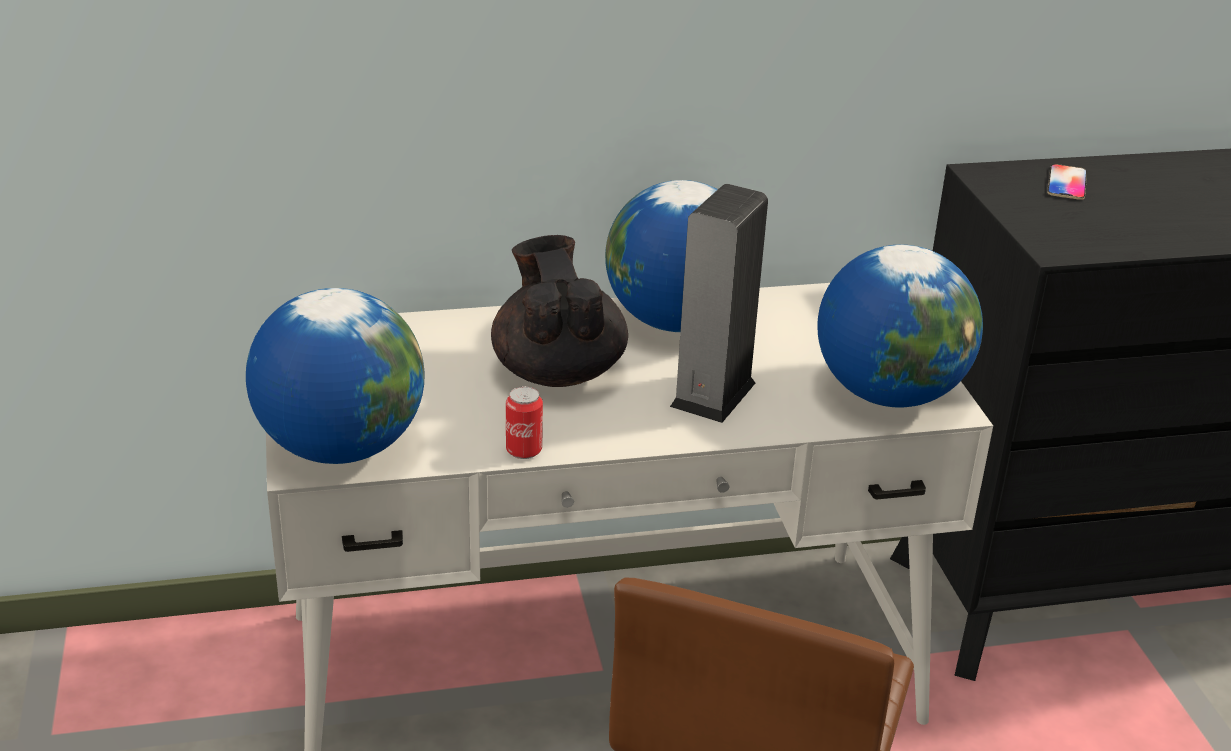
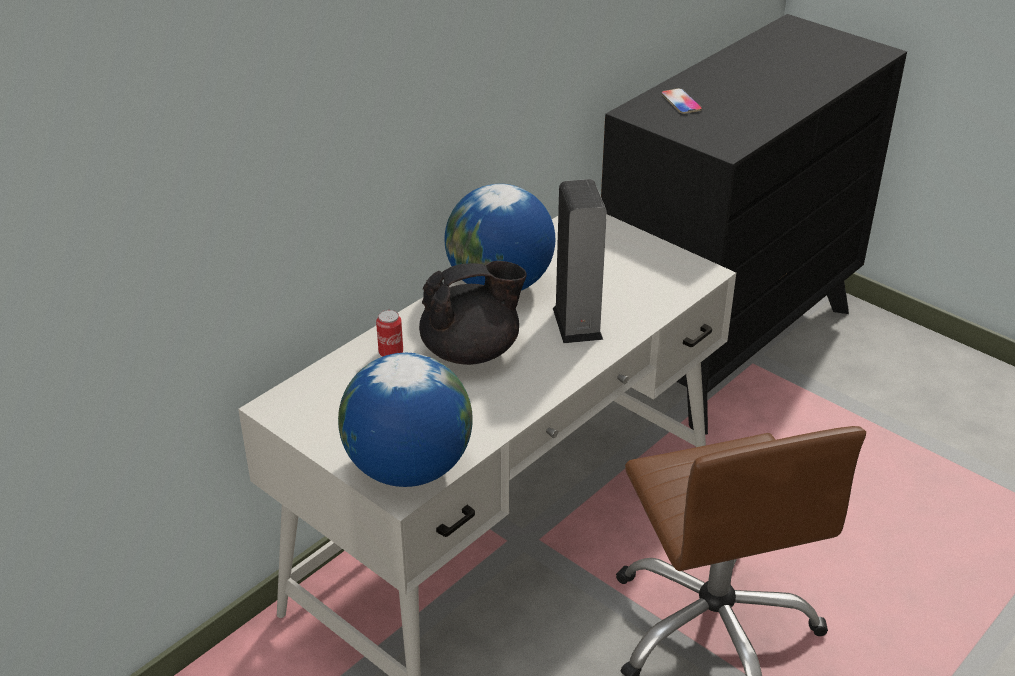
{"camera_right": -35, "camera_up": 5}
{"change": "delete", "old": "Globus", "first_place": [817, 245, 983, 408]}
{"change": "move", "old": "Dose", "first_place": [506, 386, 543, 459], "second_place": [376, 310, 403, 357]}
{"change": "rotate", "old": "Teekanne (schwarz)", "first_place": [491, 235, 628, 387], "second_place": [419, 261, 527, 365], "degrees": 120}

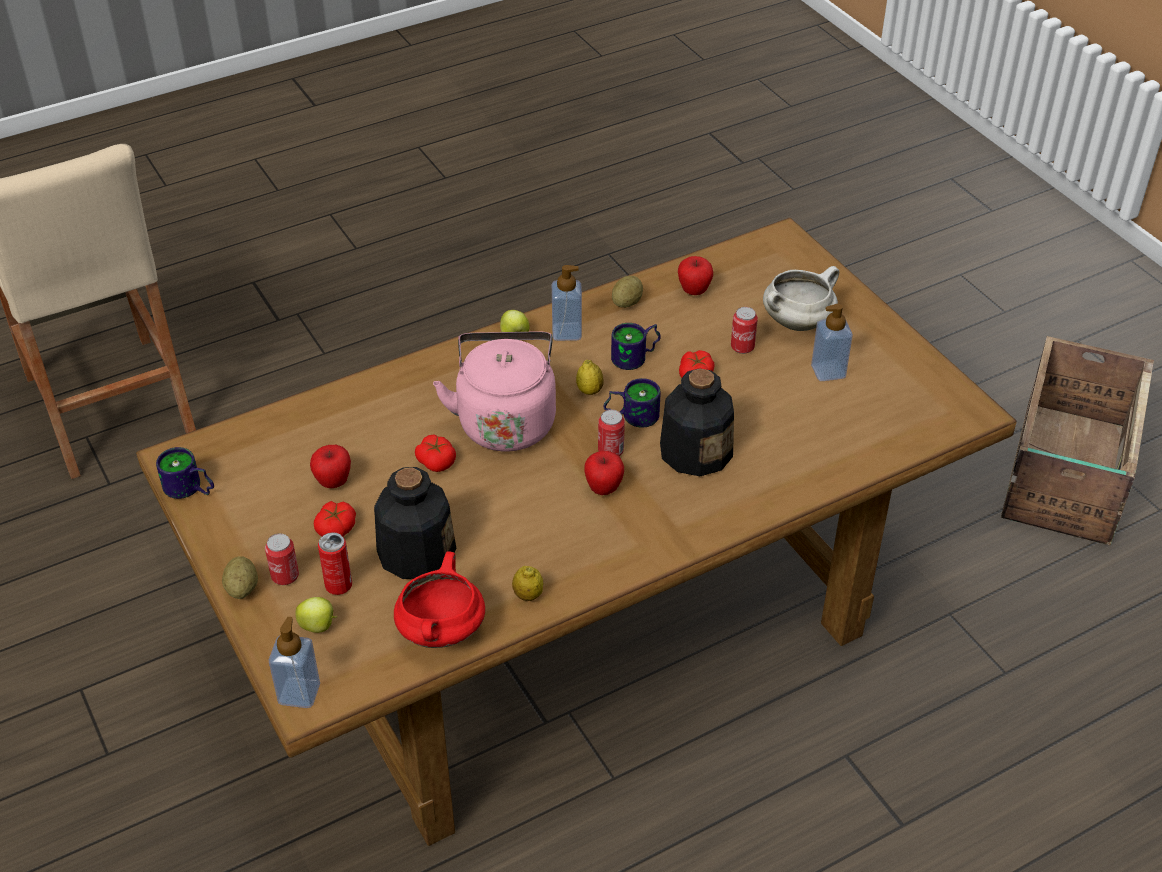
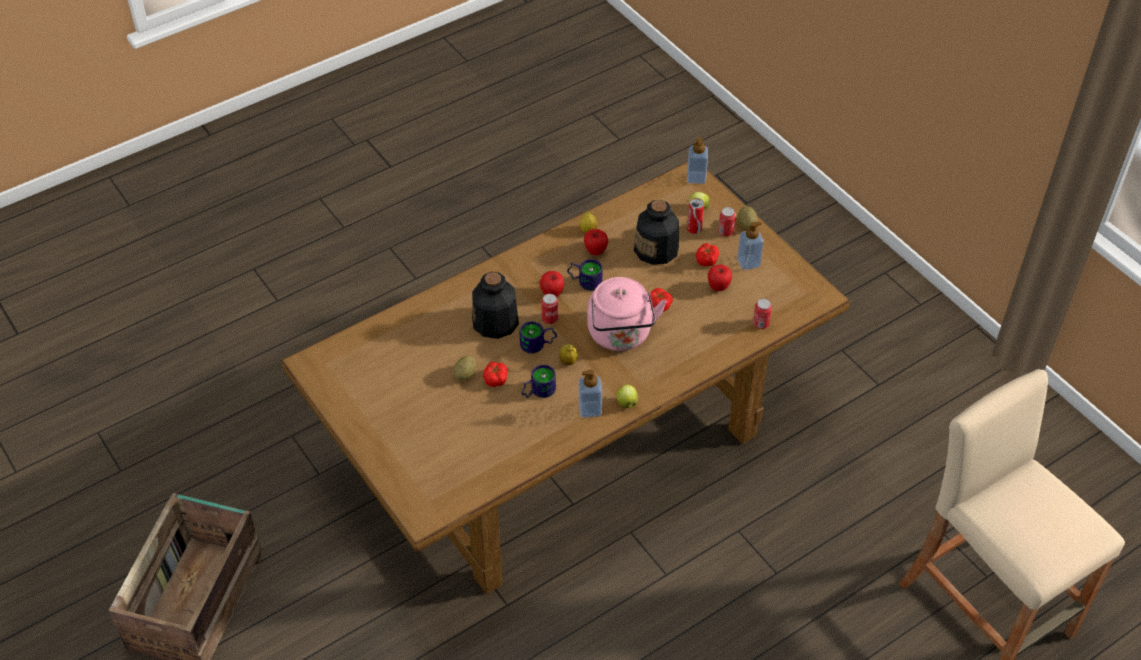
{"camera_right": 175, "camera_up": 5}
{"change": "delete", "old": "Kochtopf (rot)", "first_place": [394, 551, 485, 648]}
{"change": "delete", "old": "Kochtopf (weiß)", "first_place": [763, 266, 839, 331]}
{"change": "move", "old": "Henkelbecher", "first_place": [156, 447, 214, 499], "second_place": [567, 259, 603, 291]}
{"change": "move", "old": "Kartoffel", "first_place": [612, 276, 643, 308], "second_place": [454, 356, 476, 380]}
{"change": "move", "old": "Apfel", "first_place": [678, 256, 713, 295], "second_place": [584, 229, 608, 255]}
{"change": "move", "old": "Dose", "first_place": [731, 307, 758, 354], "second_place": [753, 299, 772, 329]}
{"change": "move", "old": "Seifenspender", "first_place": [811, 304, 853, 381], "second_place": [737, 222, 764, 270]}

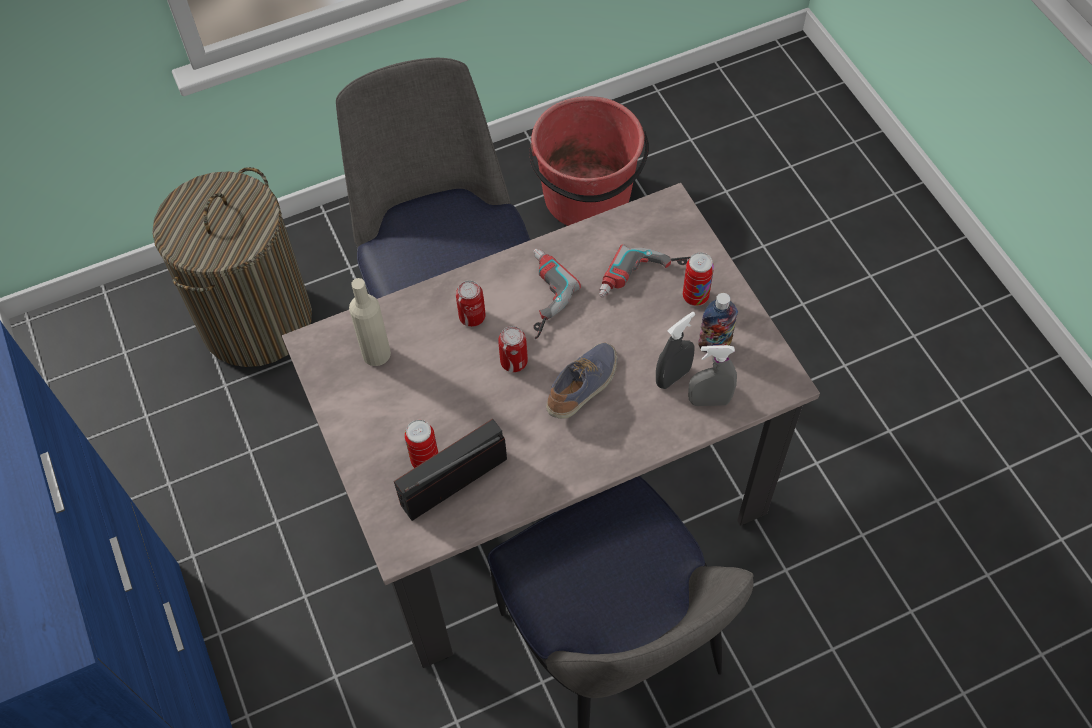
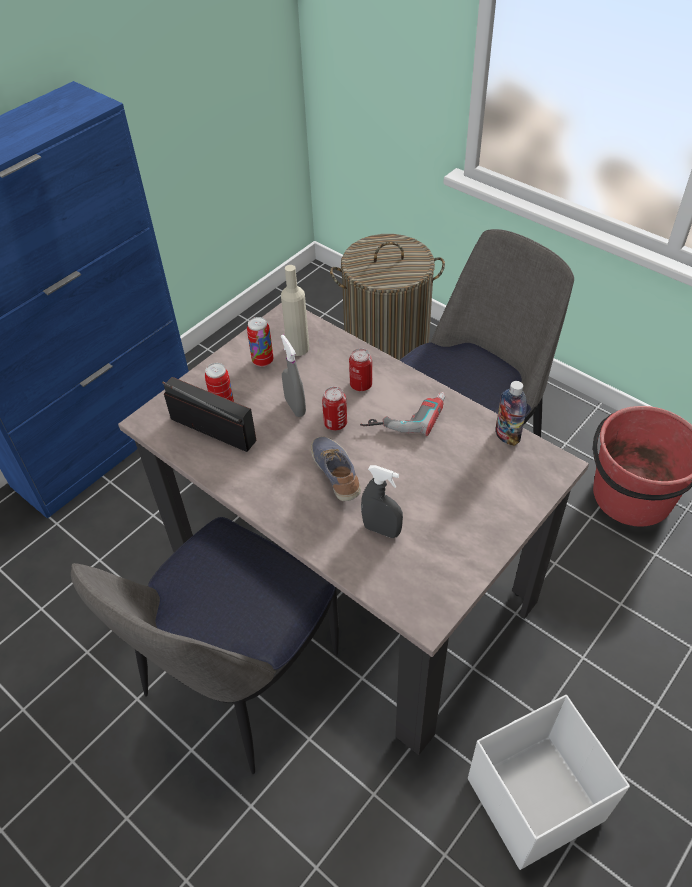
{"camera_right": 65, "camera_up": -10}
{"change": "delete", "old": "Bohrmaschine", "first_place": [599, 244, 690, 297]}
{"change": "insert", "new": "Aufbewahrungsbox (weiß)", "second_place": [468, 695, 630, 870]}
{"change": "move", "old": "Dose", "first_place": [683, 252, 714, 306], "second_place": [247, 317, 273, 367]}
{"change": "move", "old": "Sprühflasche (grau)", "first_place": [688, 345, 737, 406], "second_place": [281, 335, 306, 417]}
{"change": "move", "old": "Flasche", "first_place": [698, 293, 738, 352], "second_place": [495, 381, 527, 446]}
{"change": "rotate", "old": "Schuh", "first_place": [546, 343, 617, 419], "second_place": [311, 437, 361, 501], "degrees": -120}

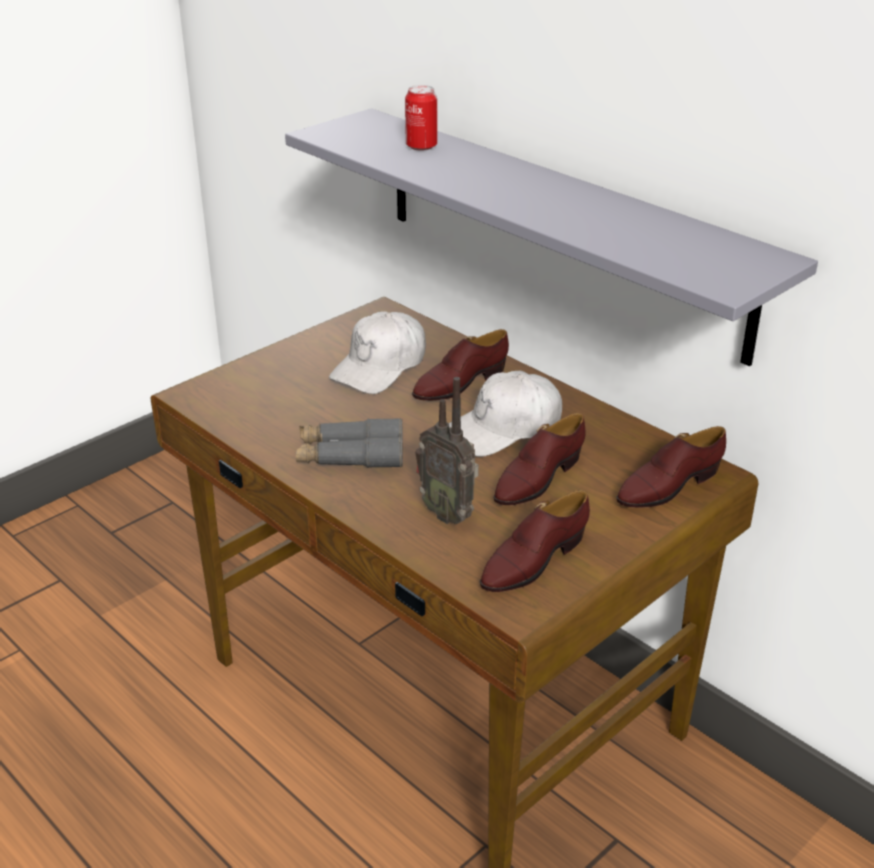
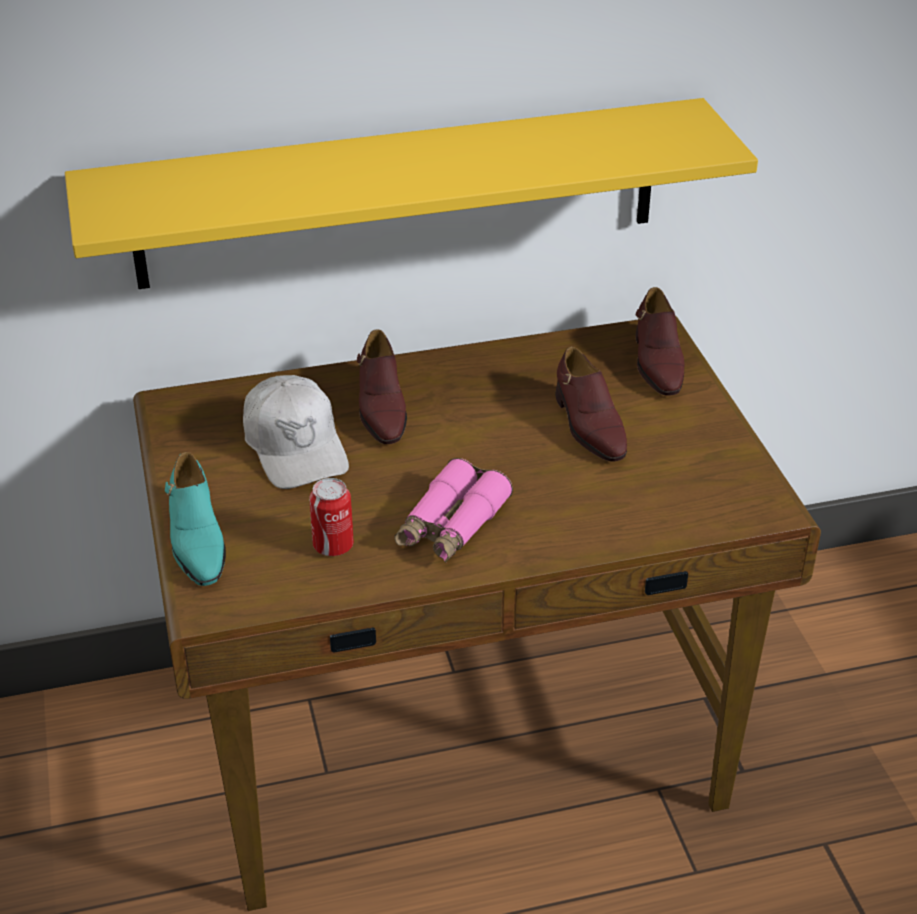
{"camera_right": -60, "camera_up": 5}
{"change": "delete", "old": "Radio", "first_place": [415, 377, 479, 524]}
{"change": "delete", "old": "Kappe (weiß)", "first_place": [449, 371, 562, 457]}
{"change": "delete", "old": "Schuh (braun)", "first_place": [480, 490, 590, 592]}
{"change": "insert", "new": "Schuh (türkis)", "second_place": [165, 452, 226, 586]}
{"change": "move", "old": "Dose", "first_place": [405, 85, 437, 151], "second_place": [309, 478, 354, 556]}
{"change": "recolor", "old": "Wandregal (grau)", "new": "Wandregal (gelb)", "first_place": [285, 108, 818, 366], "second_place": [65, 98, 758, 289]}
{"change": "recolor", "old": "Fernglas (grau)", "new": "Fernglas (rosa)", "first_place": [296, 418, 403, 468], "second_place": [394, 458, 513, 562]}

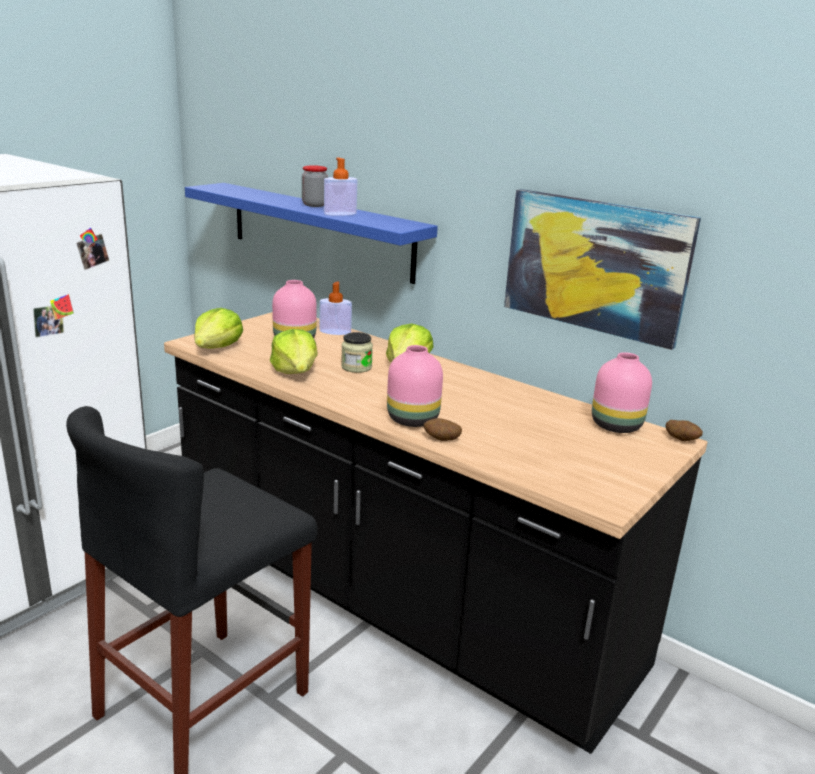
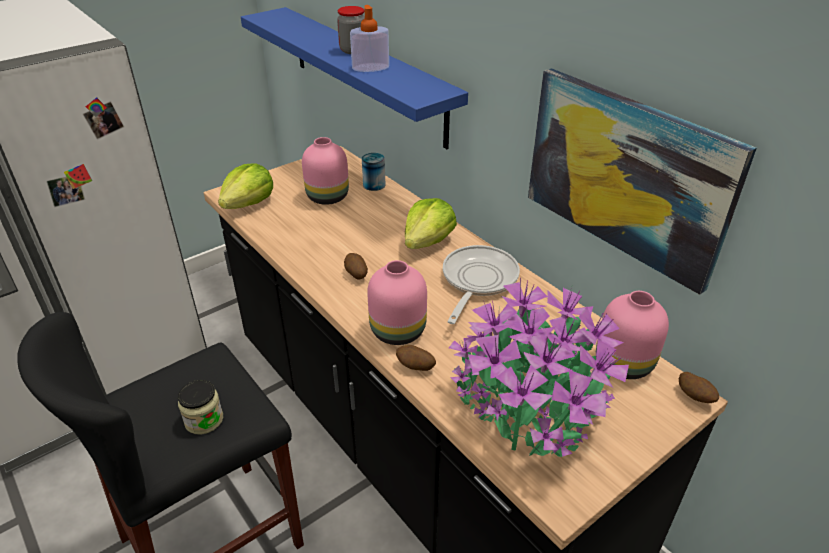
{"camera_right": 15, "camera_up": 15}
{"change": "delete", "old": "Salatkopf", "first_place": [270, 329, 318, 374]}
{"change": "insert", "new": "Kartoffel", "second_place": [344, 253, 368, 279]}
{"change": "insert", "new": "Pfanne", "second_place": [443, 245, 520, 324]}
{"change": "insert", "new": "Topfpflanze", "second_place": [449, 278, 629, 457]}
{"change": "move", "old": "Vorratsglas", "first_place": [341, 332, 373, 373], "second_place": [178, 380, 223, 434]}
{"change": "replace", "old": "Seifenspender", "new": "Dose", "first_place": [320, 281, 352, 335], "second_place": [362, 153, 385, 191]}

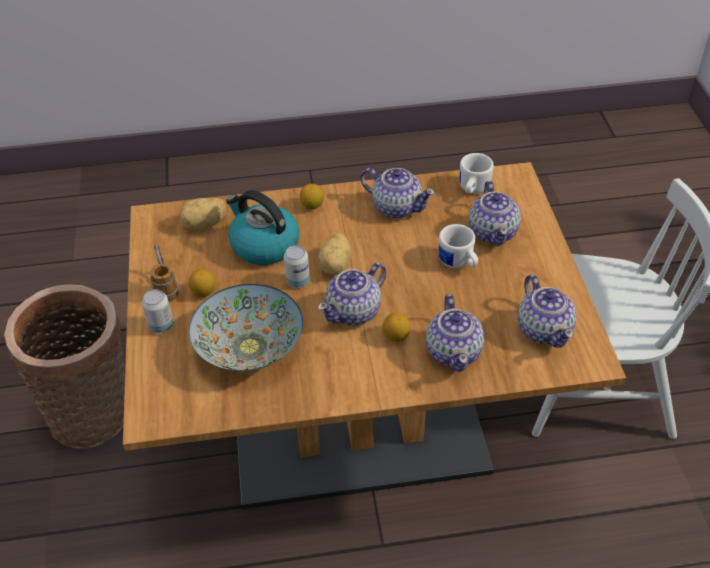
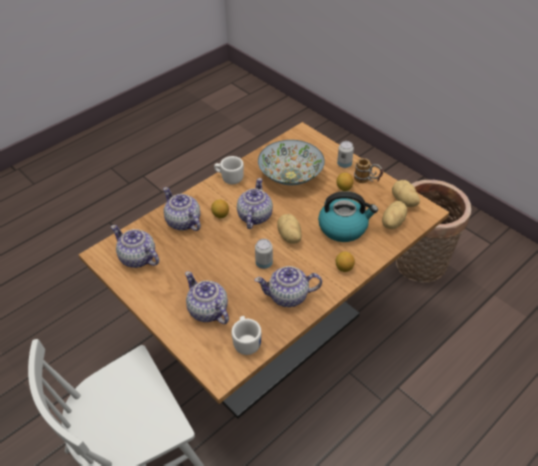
{"camera_right": 145, "camera_up": 0}
{"change": "insert", "new": "Kartoffel", "second_place": [392, 180, 420, 207]}
{"change": "move", "old": "Dose", "first_place": [284, 245, 310, 288], "second_place": [255, 239, 273, 269]}
{"change": "move", "old": "Henkelbecher (weiß)", "first_place": [439, 224, 478, 268], "second_place": [214, 156, 244, 184]}

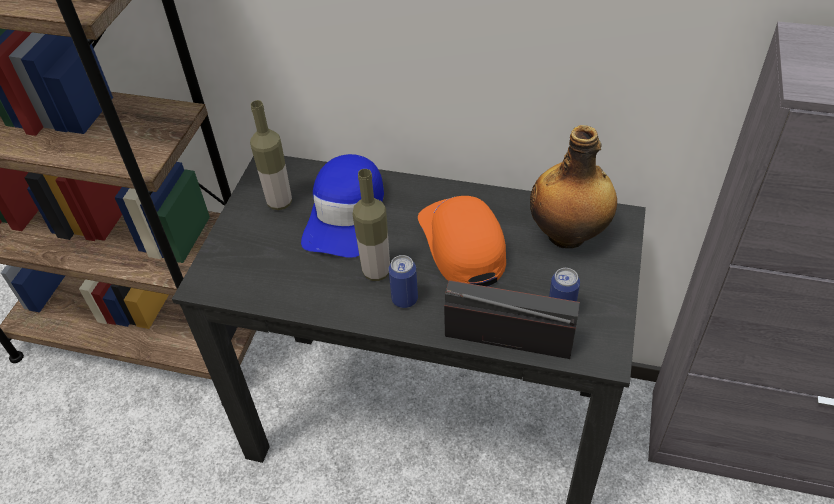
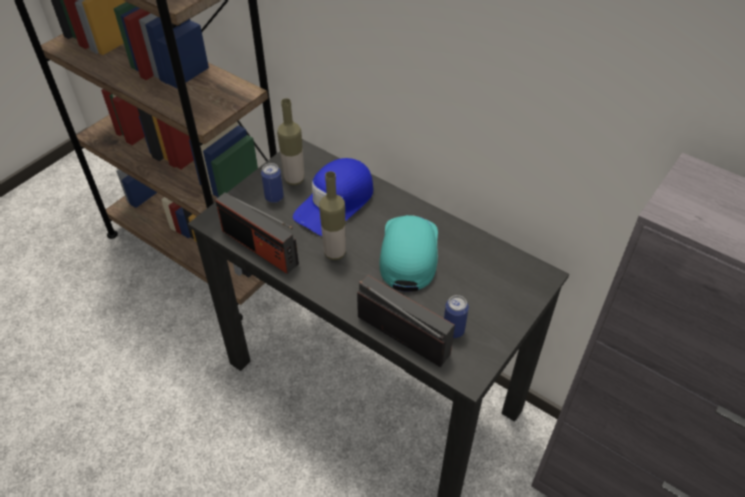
{"camera_right": 20, "camera_up": 0}
{"change": "delete", "old": "Flasche", "first_place": [530, 125, 617, 248]}
{"change": "insert", "new": "Radio", "second_place": [215, 192, 299, 274]}
{"change": "move", "old": "Dose", "first_place": [389, 255, 418, 308], "second_place": [261, 163, 284, 203]}
{"change": "recolor", "old": "Kappe (orange)", "new": "Kappe (türkis)", "first_place": [418, 196, 506, 286], "second_place": [379, 215, 438, 292]}

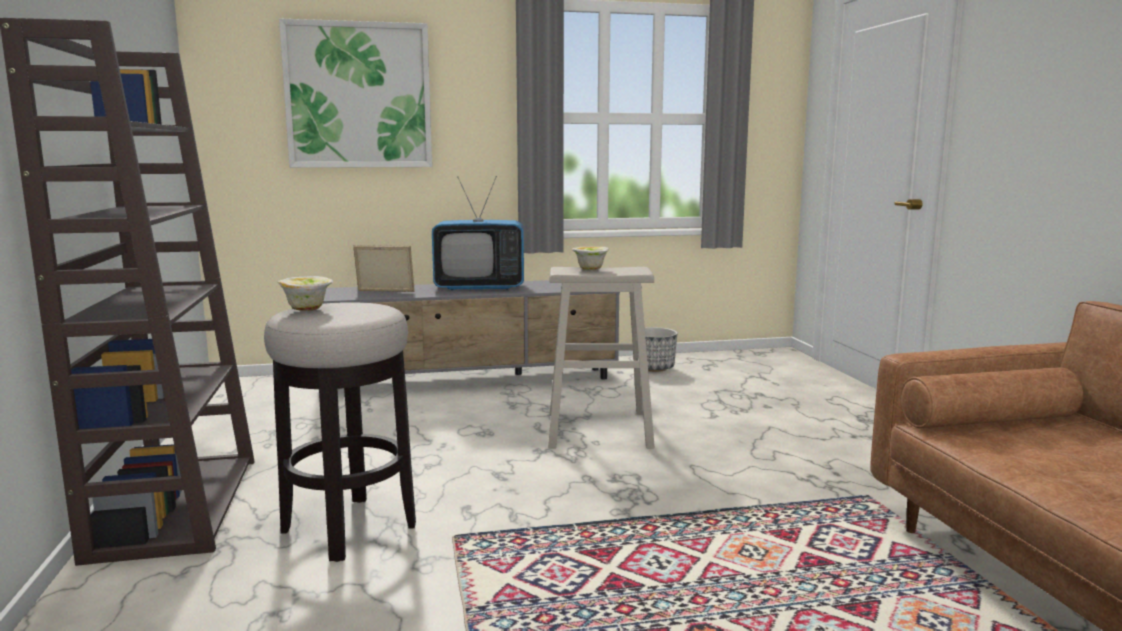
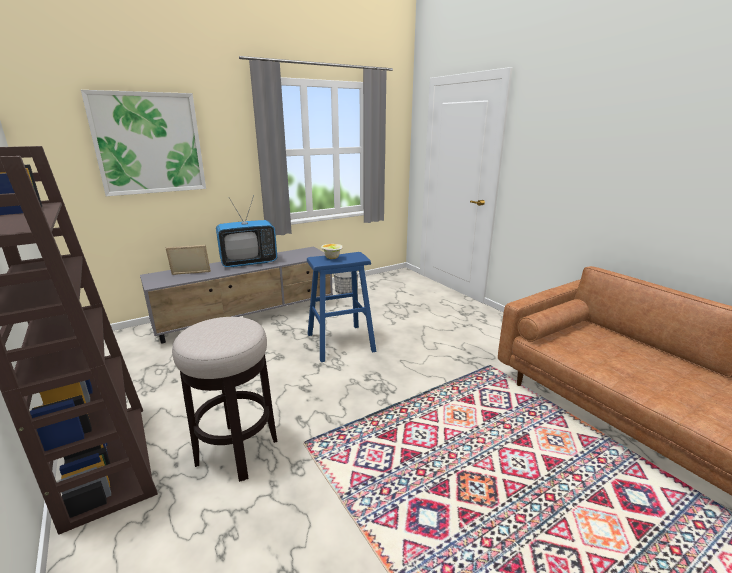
{"camera_right": -20, "camera_up": 10}
{"change": "delete", "old": "Schüssel", "first_place": [278, 276, 333, 311]}
{"change": "recolor", "old": "Hocker (beige)", "new": "Hocker (blau)", "first_place": [548, 267, 655, 449], "second_place": [307, 252, 377, 362]}

